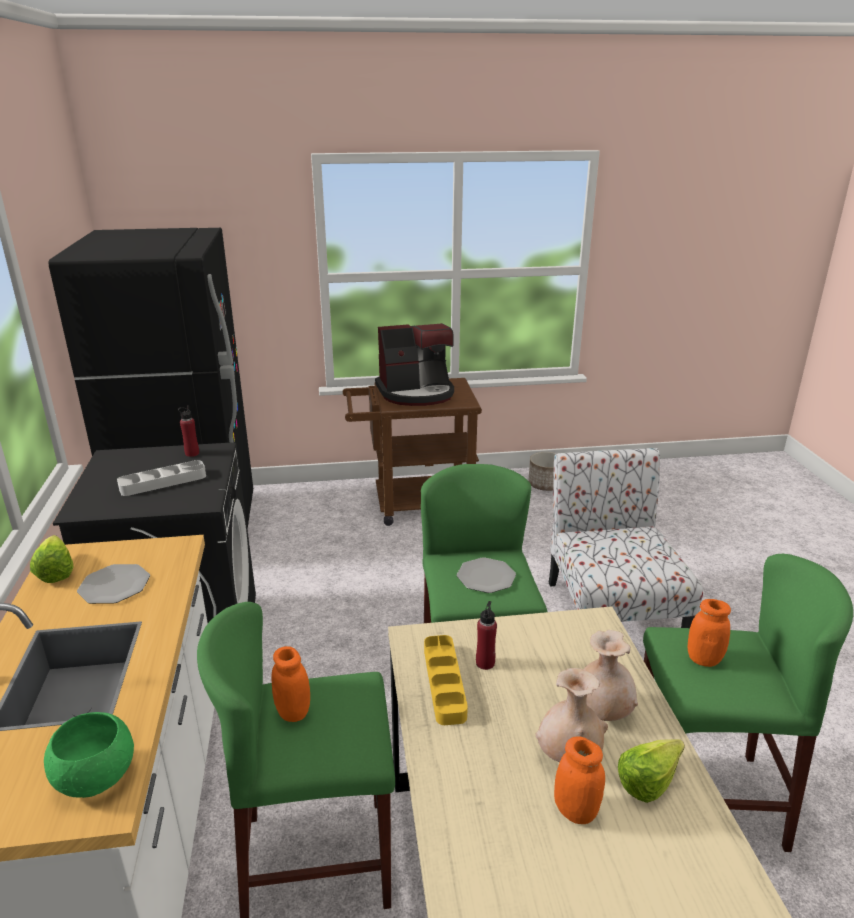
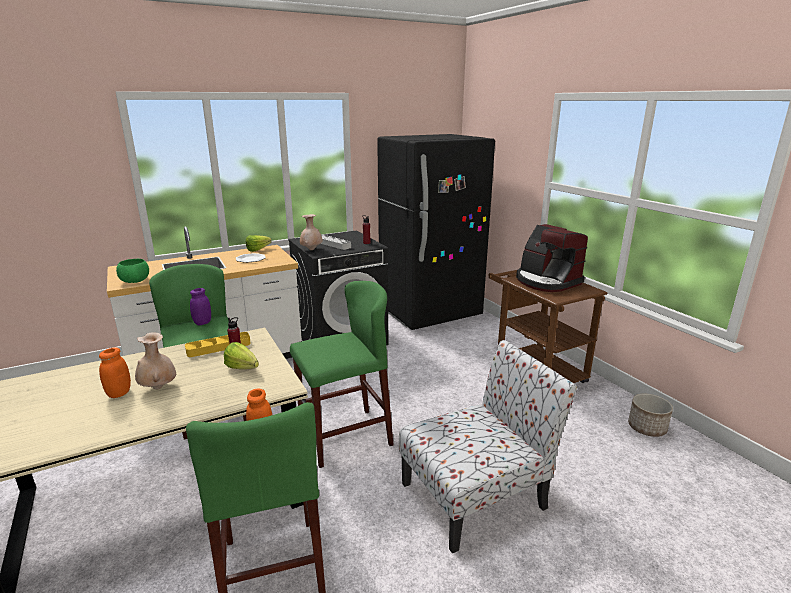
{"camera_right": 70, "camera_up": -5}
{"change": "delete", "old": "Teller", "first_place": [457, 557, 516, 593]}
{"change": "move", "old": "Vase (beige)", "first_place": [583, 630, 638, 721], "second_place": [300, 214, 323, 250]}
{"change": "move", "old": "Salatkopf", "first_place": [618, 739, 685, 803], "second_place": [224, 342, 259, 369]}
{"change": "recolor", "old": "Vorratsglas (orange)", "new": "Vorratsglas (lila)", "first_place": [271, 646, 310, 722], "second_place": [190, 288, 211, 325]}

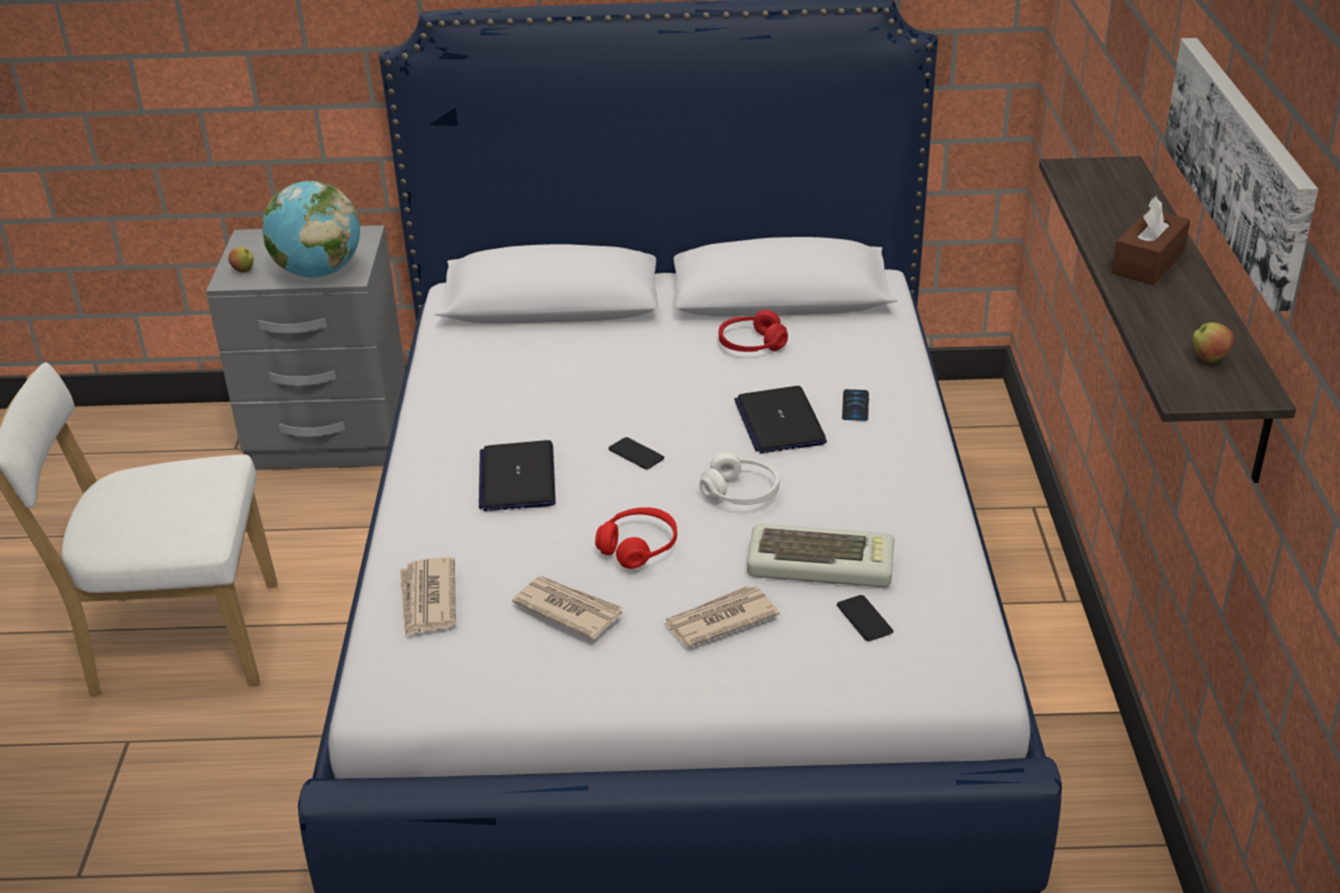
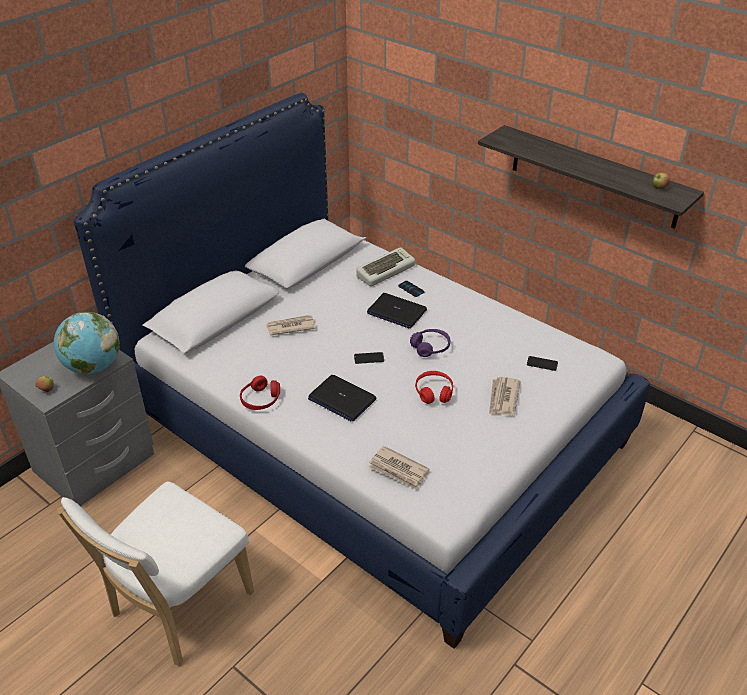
{"camera_right": -50, "camera_up": 5}
{"change": "delete", "old": "Taschentuchbox (braun)", "first_place": [1112, 196, 1190, 285]}
{"change": "delete", "old": "Bild", "first_place": [1164, 38, 1318, 312]}
{"change": "move", "old": "Zeitung", "first_place": [512, 576, 623, 639], "second_place": [267, 315, 316, 335]}
{"change": "move", "old": "Kopfhörer (rot)", "first_place": [719, 310, 788, 352], "second_place": [240, 376, 280, 410]}
{"change": "move", "old": "Tastatur", "first_place": [747, 524, 895, 587], "second_place": [356, 247, 416, 286]}
{"change": "recolor", "old": "Kopfhörer (weiß)", "new": "Kopfhörer (lila)", "first_place": [700, 452, 780, 505], "second_place": [410, 329, 450, 357]}

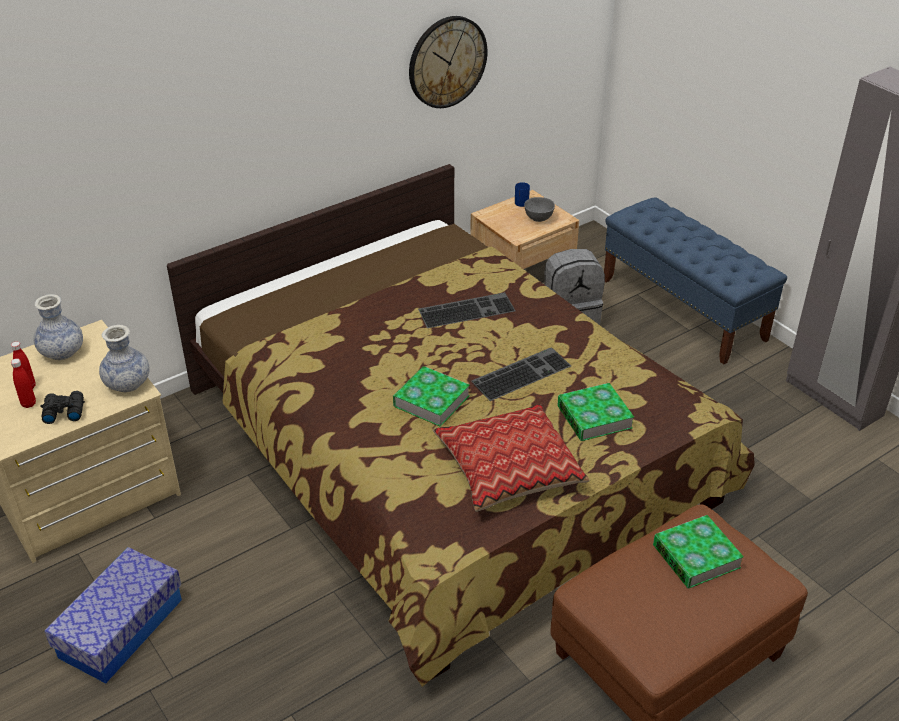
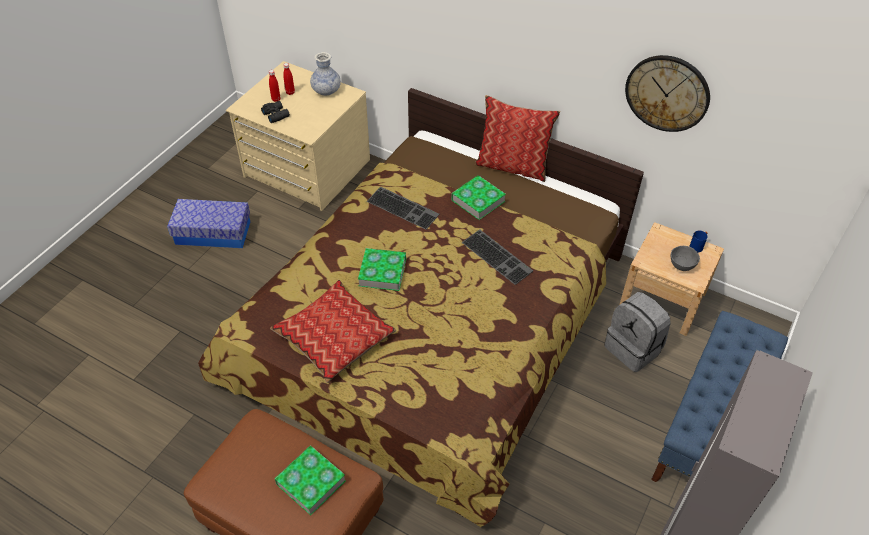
{"camera_right": 65, "camera_up": 10}
{"change": "delete", "old": "Vase", "first_place": [99, 325, 150, 392]}
{"change": "insert", "new": "Kissen", "second_place": [474, 95, 561, 182]}
{"change": "move", "old": "Tastatur", "first_place": [471, 347, 571, 401], "second_place": [367, 187, 439, 229]}
{"change": "move", "old": "Buch", "first_place": [557, 383, 634, 441], "second_place": [451, 175, 506, 220]}

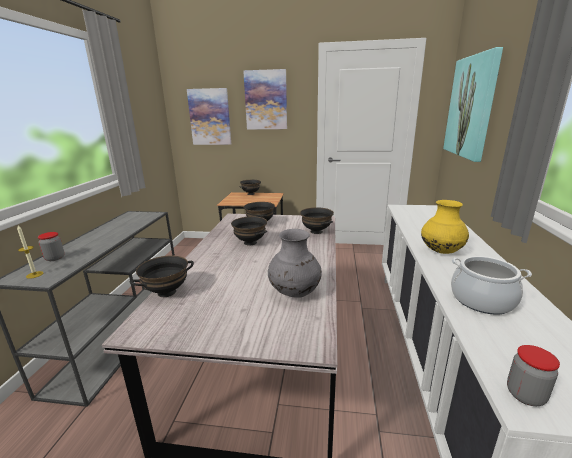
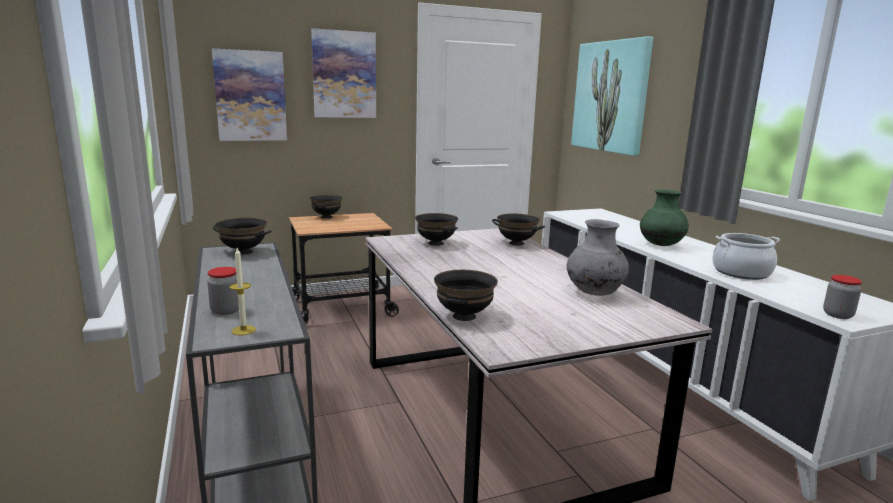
{"camera_right": -30, "camera_up": -5}
{"change": "move", "old": "Schüssel (schwarz)", "first_place": [231, 216, 267, 245], "second_place": [213, 218, 272, 255]}
{"change": "recolor", "old": "Vase (gelb)", "new": "Vase (grün)", "first_place": [421, 200, 469, 254], "second_place": [640, 190, 689, 246]}

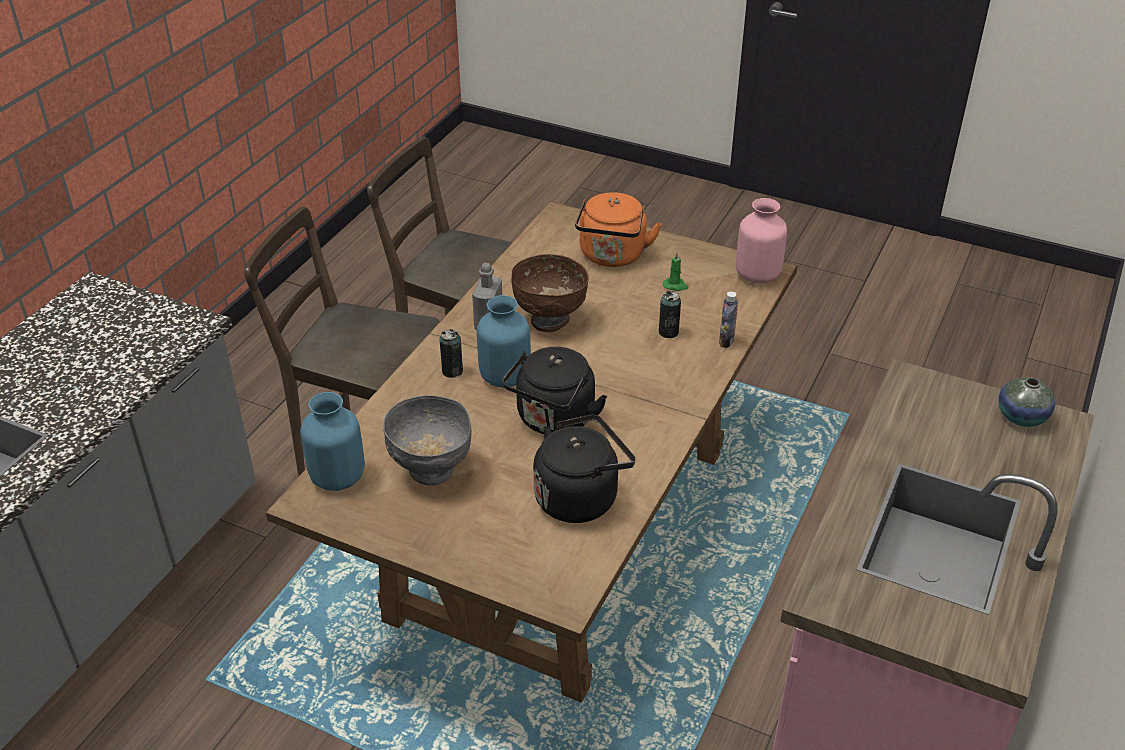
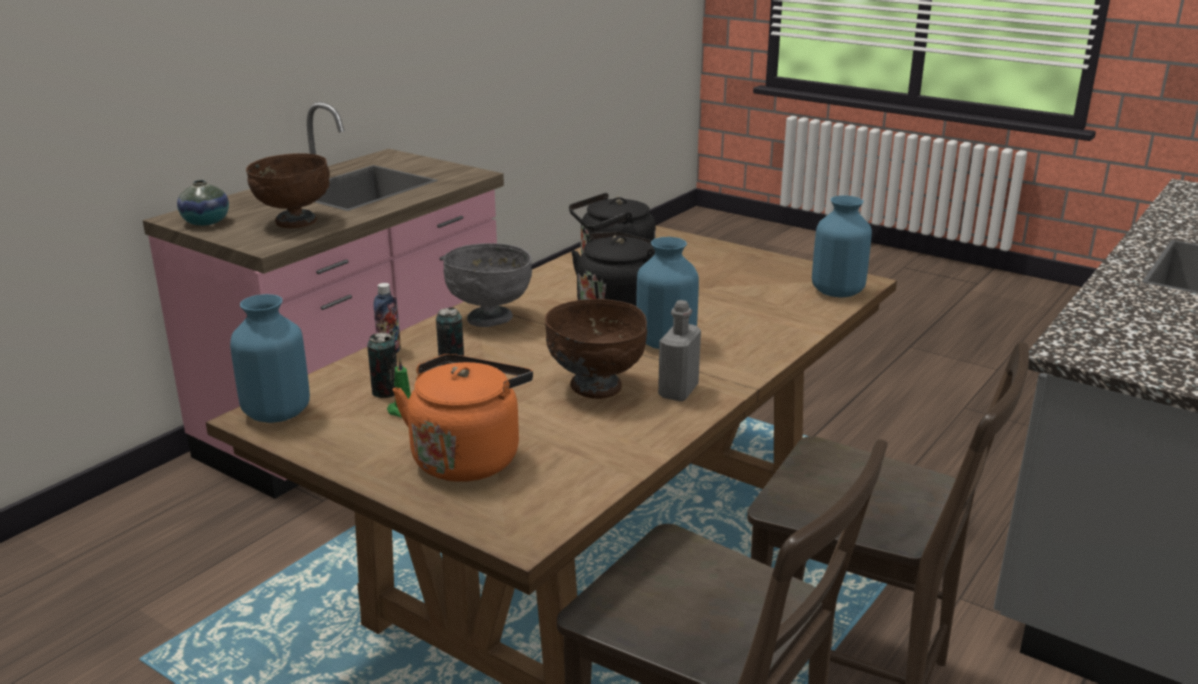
{"camera_right": -170, "camera_up": -15}
{"change": "insert", "new": "Schüssel (braun)", "second_place": [246, 153, 330, 228]}
{"change": "move", "old": "Schüssel (grau)", "first_place": [383, 395, 472, 486], "second_place": [443, 243, 532, 327]}
{"change": "move", "old": "Dose", "first_place": [439, 329, 463, 378], "second_place": [367, 332, 397, 398]}
{"change": "recolor", "old": "Vase (rosa)", "new": "Vase (blau)", "first_place": [736, 198, 787, 283], "second_place": [230, 294, 310, 423]}

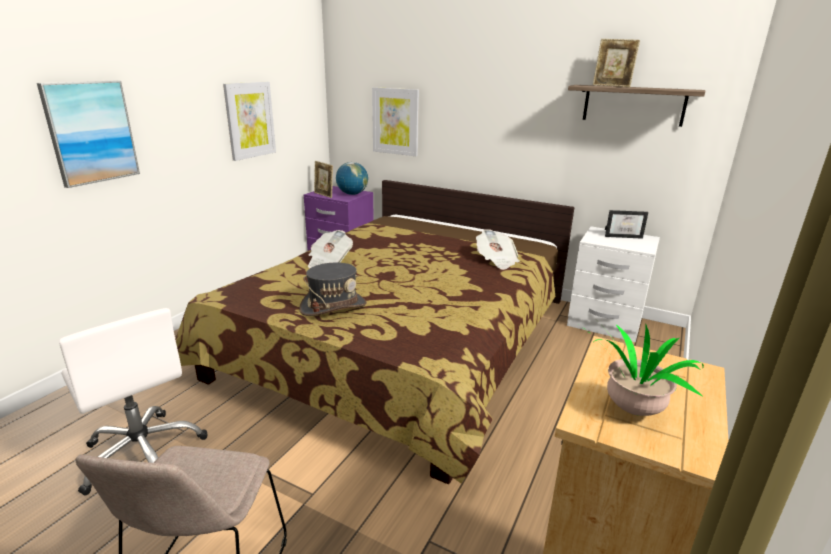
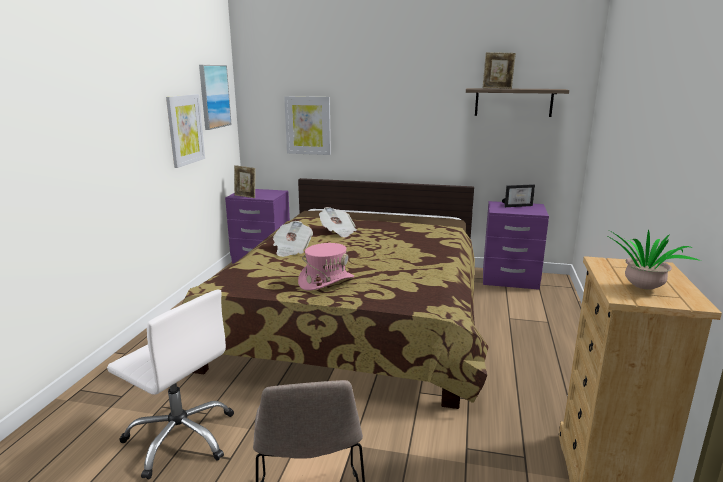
{"camera_right": -15, "camera_up": -5}
{"change": "delete", "old": "Globus", "first_place": [336, 162, 368, 195]}
{"change": "move", "old": "Bild", "first_place": [37, 80, 140, 188], "second_place": [199, 65, 232, 130]}
{"change": "move", "old": "Zeitung", "first_place": [476, 229, 520, 270], "second_place": [319, 207, 357, 238]}
{"change": "recolor", "old": "Hut (grau)", "new": "Hut (rosa)", "first_place": [299, 262, 367, 316], "second_place": [298, 243, 354, 291]}
{"change": "recolor", "old": "Nachttisch (weiß)", "new": "Nachttisch (lila)", "first_place": [567, 226, 660, 342], "second_place": [483, 201, 549, 290]}

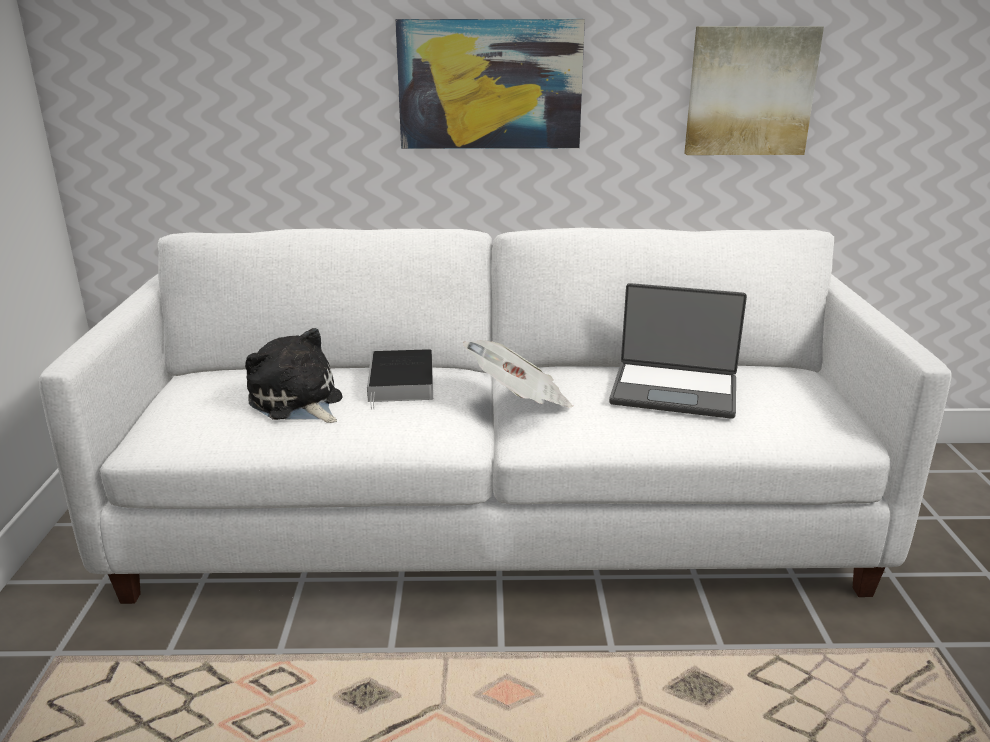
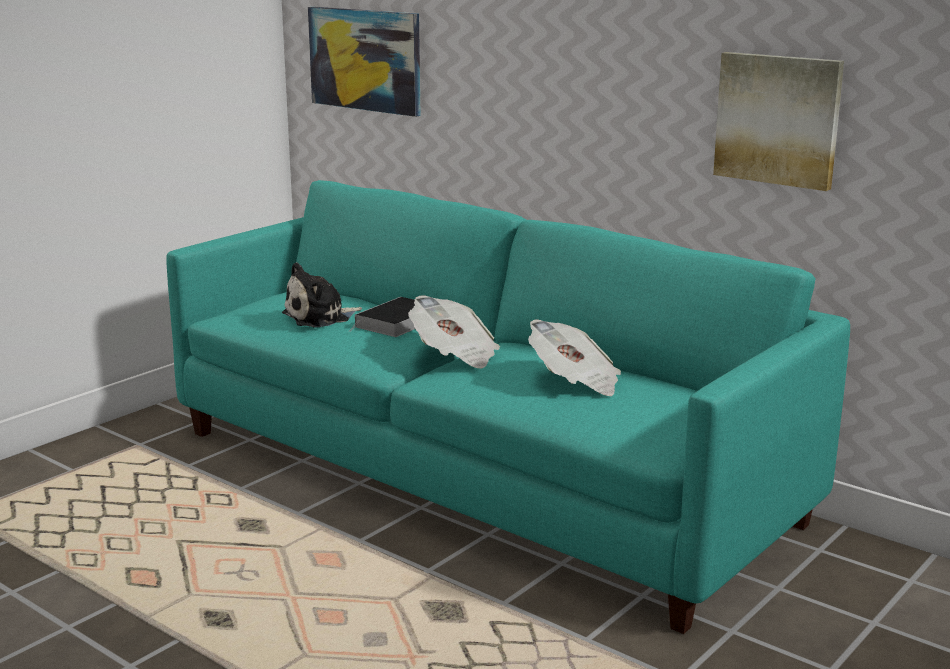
{"camera_right": 40, "camera_up": -5}
{"change": "move", "old": "Bild", "first_place": [395, 19, 585, 149], "second_place": [308, 7, 421, 117]}
{"change": "replace", "old": "Laptop", "new": "Zeitung", "first_place": [609, 283, 747, 419], "second_place": [528, 319, 621, 396]}
{"change": "recolor", "old": "Sofa (weiß)", "new": "Sofa (türkis)", "first_place": [39, 228, 952, 604], "second_place": [166, 180, 850, 634]}
{"change": "rotate", "old": "Plüschtier", "first_place": [245, 328, 343, 423], "second_place": [282, 262, 362, 328], "degrees": -120}

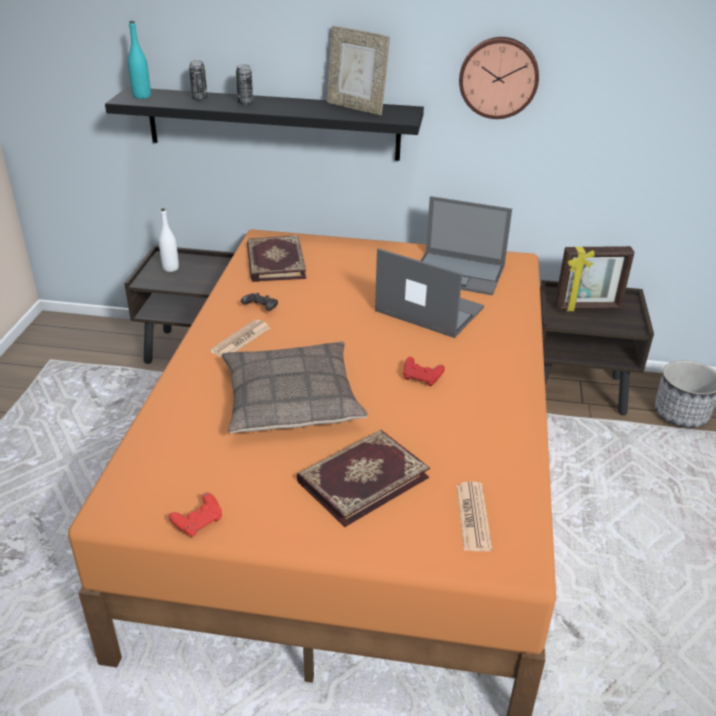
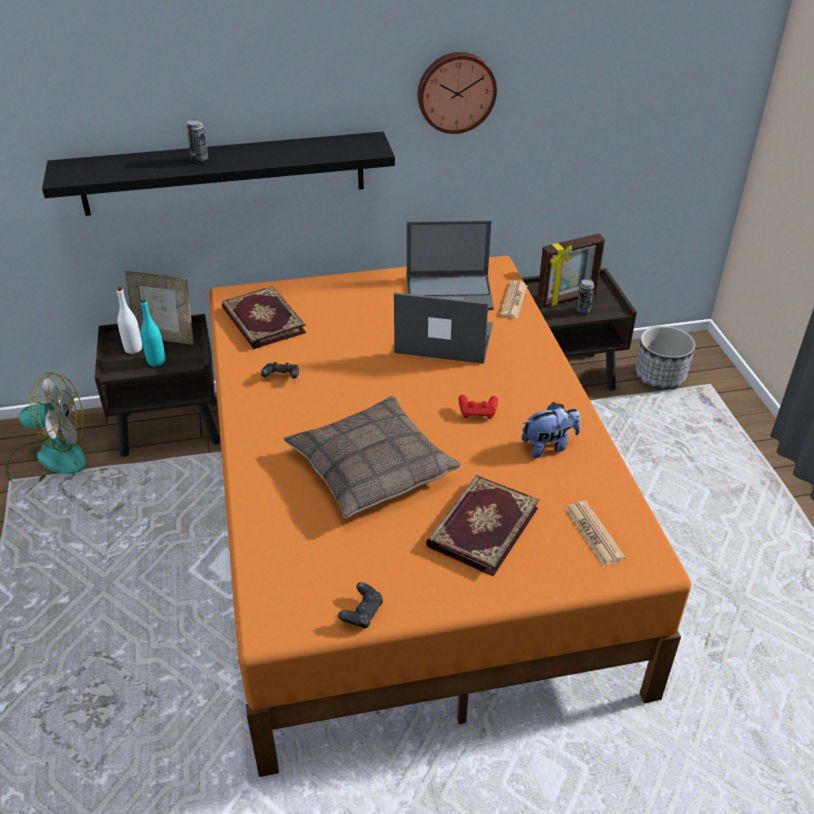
{"camera_right": -20, "camera_up": 5}
{"change": "insert", "new": "Ventilator", "second_place": [6, 372, 87, 482]}
{"change": "insert", "new": "Plüschtier", "second_place": [522, 402, 581, 458]}
{"change": "move", "old": "Flasche (türkis)", "first_place": [128, 21, 151, 99], "second_place": [141, 299, 165, 366]}
{"change": "move", "old": "Dose", "first_place": [189, 60, 208, 101], "second_place": [576, 279, 594, 314]}
{"change": "move", "old": "Zeitung", "first_place": [210, 319, 270, 357], "second_place": [500, 281, 527, 318]}
{"change": "move", "old": "Bilderrahmen", "first_place": [327, 26, 390, 115], "second_place": [125, 271, 194, 345]}
{"change": "recolor", "old": "Gamepad (rot)", "new": "Gamepad (schwarz)", "first_place": [169, 492, 222, 537], "second_place": [338, 582, 383, 629]}

